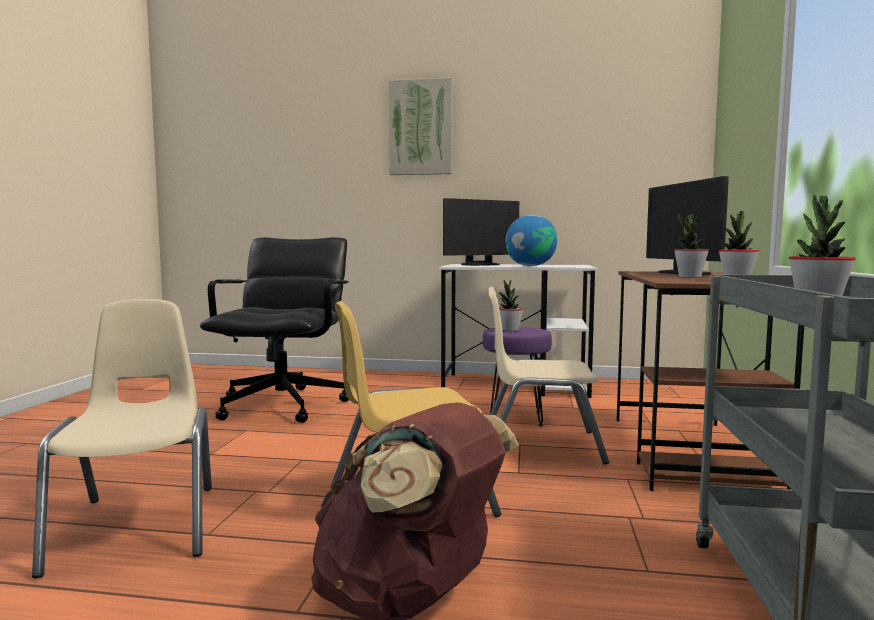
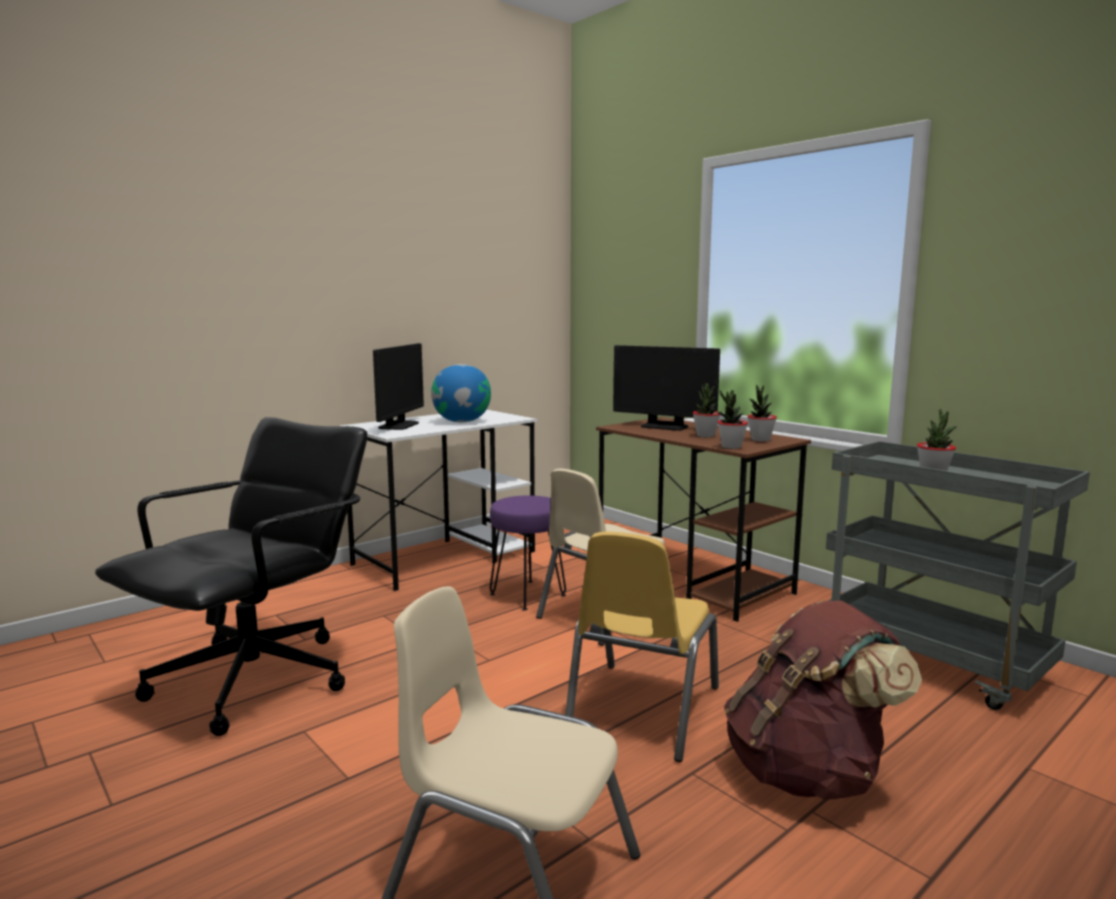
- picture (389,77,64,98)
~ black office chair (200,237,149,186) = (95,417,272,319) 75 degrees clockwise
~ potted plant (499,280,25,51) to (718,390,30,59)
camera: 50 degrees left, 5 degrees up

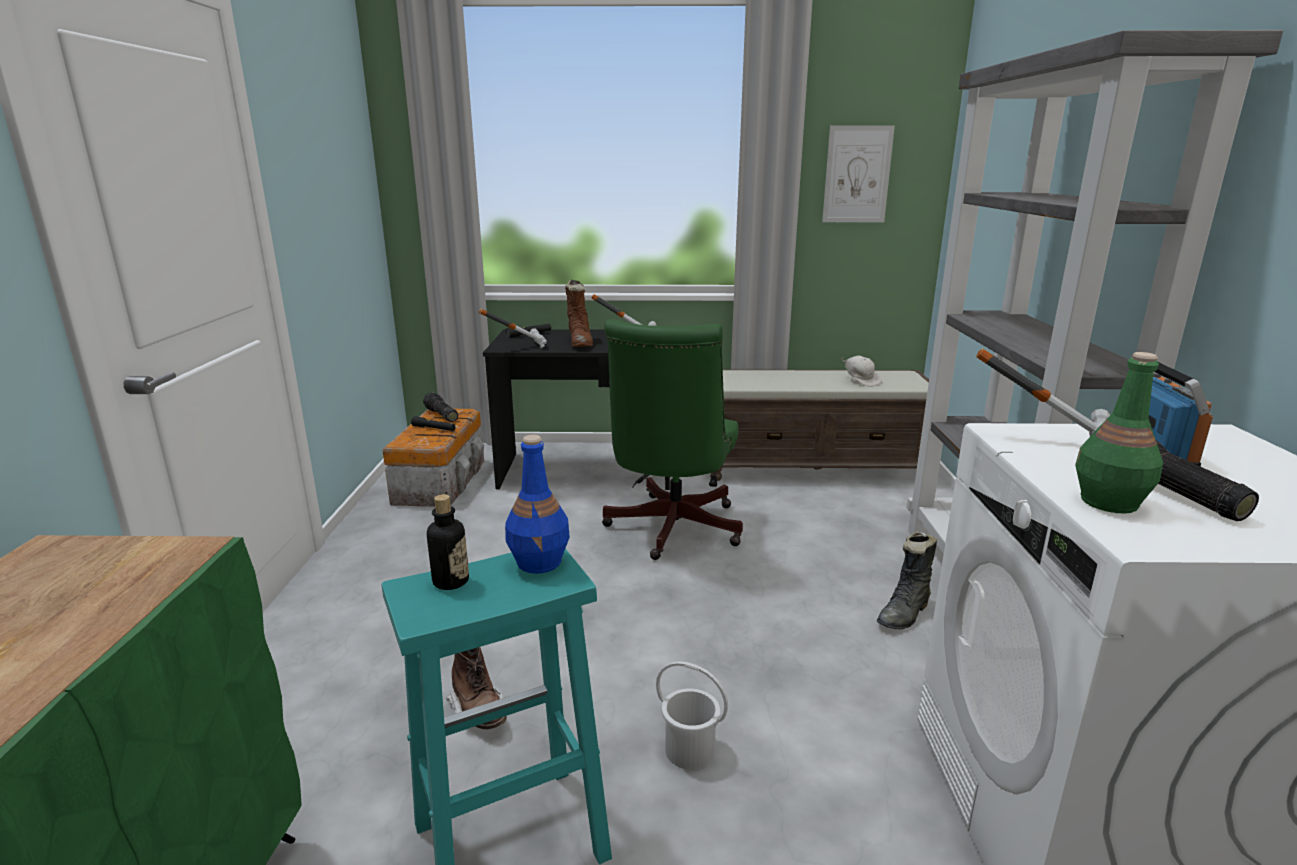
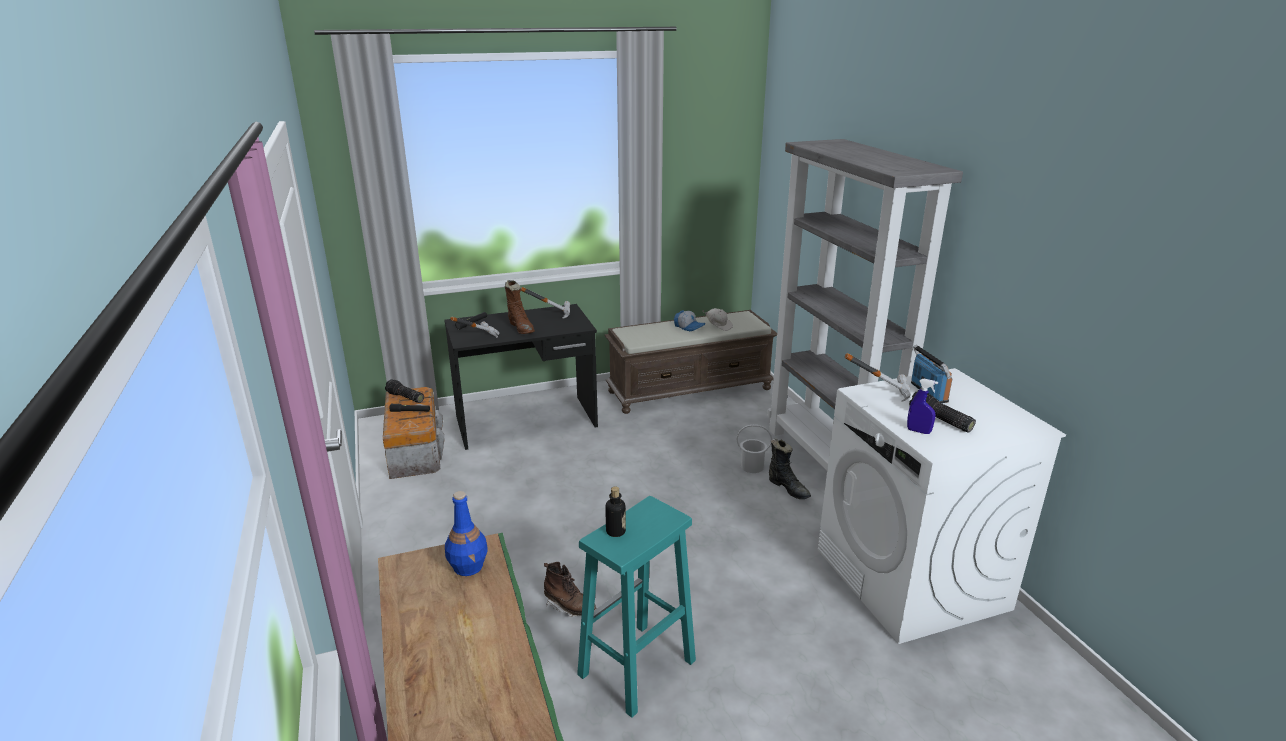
- picture (822,126,73,96)
- green office chair (602,319,141,241)
~ green bottle (1075,352,88,162) to blue spray bottle (907,379,31,55)
~ blue bottle (505,435,65,139) to (445,491,42,85)
~ black boot (877,531,60,98) = (769,439,42,60) 60 degrees counterclockwise
~ white bucket (656,661,72,109) to (736,425,36,48)
+ cap (674,310,31,21)
camera: 20 degrees left, 5 degrees up

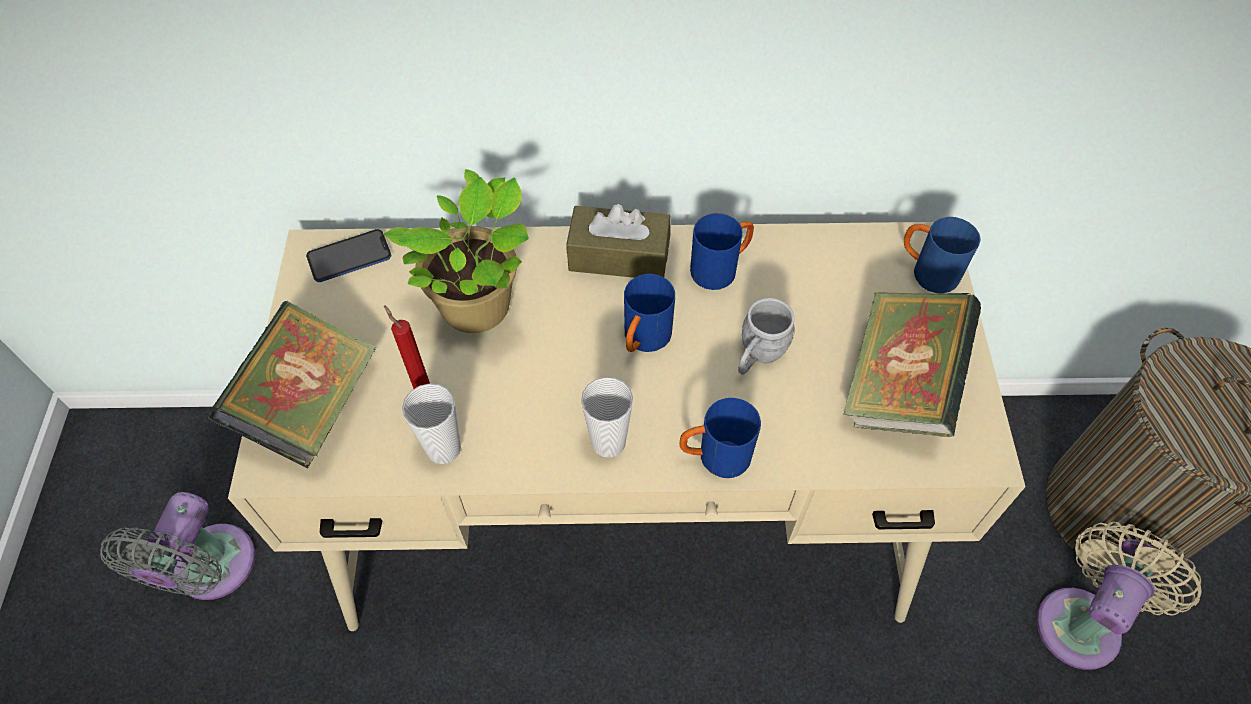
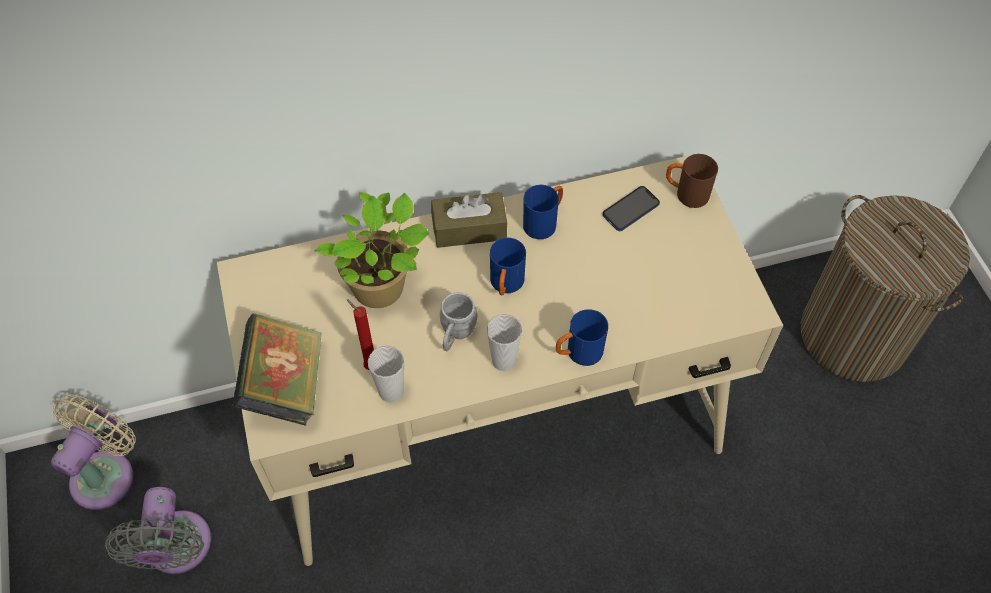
~ blue mug (904,217,77,76) to brown mug (666,154,52,54)
~ phone (306,229,85,53) to (602,186,58,45)
- book (843,293,138,144)
~ grey mug (738,298,57,77) to (440,292,37,60)
~ beige fan (1036,522,166,148) to (51,395,85,115)
camera: 15 degrees left, 0 degrees up

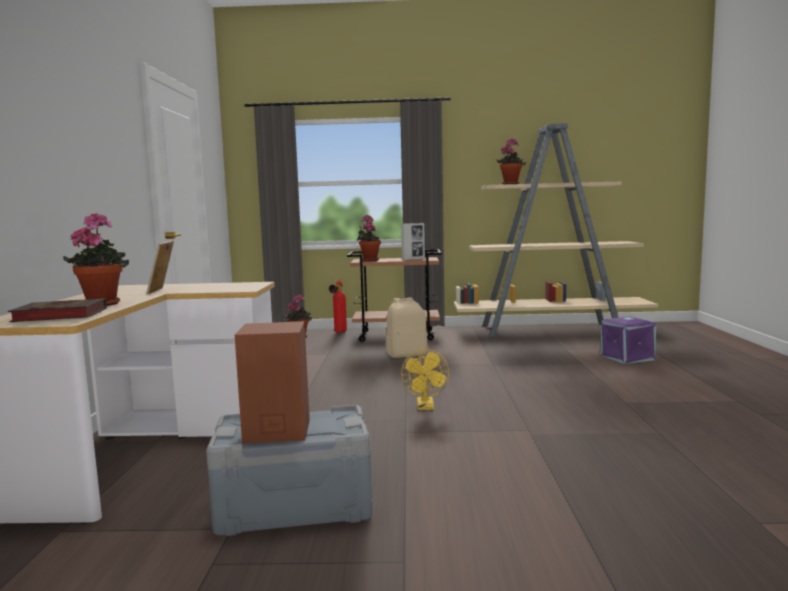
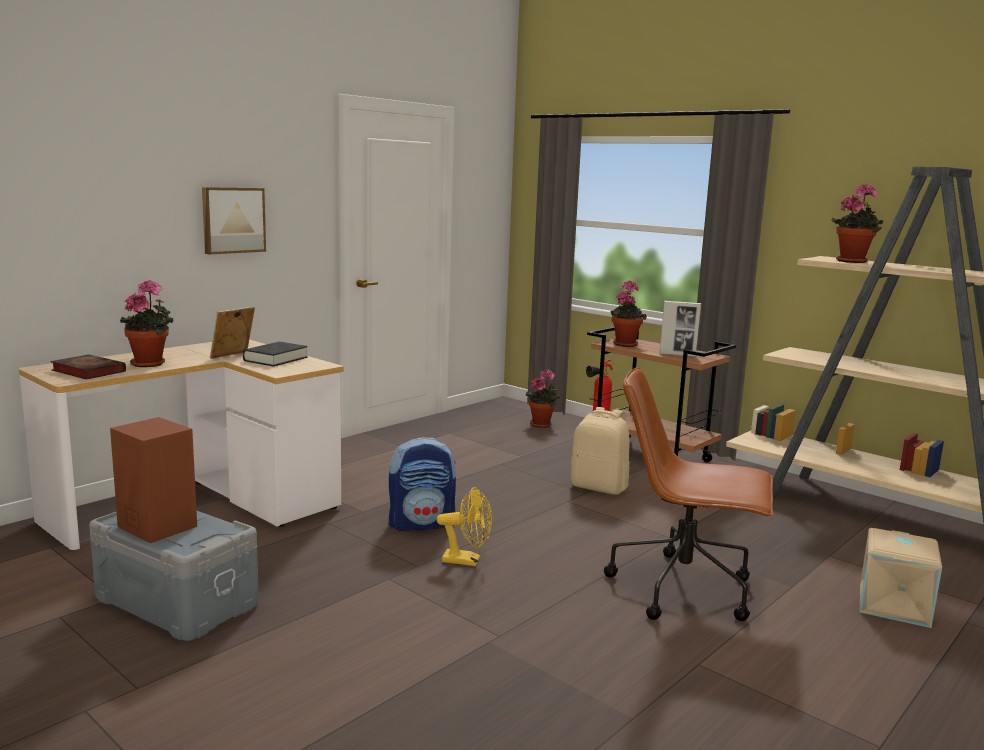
~ purple storage box (601,317,55,47) to beige storage box (859,528,83,100)
~ yellow fan (401,349,48,61) = (437,487,55,79) 120 degrees counterclockwise
+ picture (202,187,64,68)
+ black book (243,341,65,26)
+ brown office chair (604,367,169,254)
+ backpack (389,437,67,94)
camera: 40 degrees right, 5 degrees up

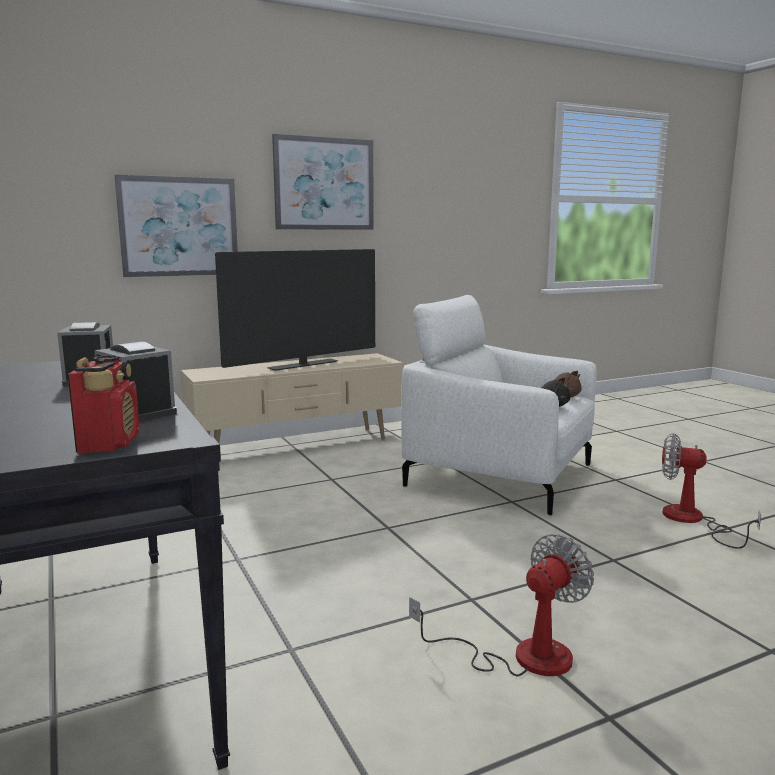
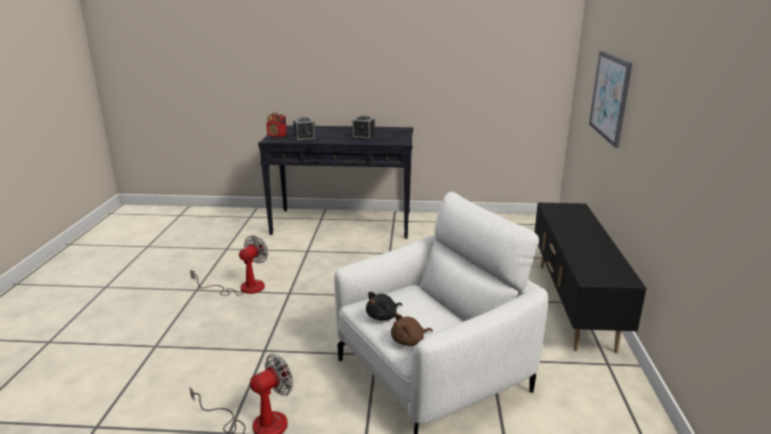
- picture (272,134,102,96)
- television (215,249,160,122)
~ beige tv stand (181,353,222,90) to black tv stand (535,203,111,150)
~ fan (409,534,185,142) = (190,235,78,61) 135 degrees counterclockwise
camera: 120 degrees right, 10 degrees up

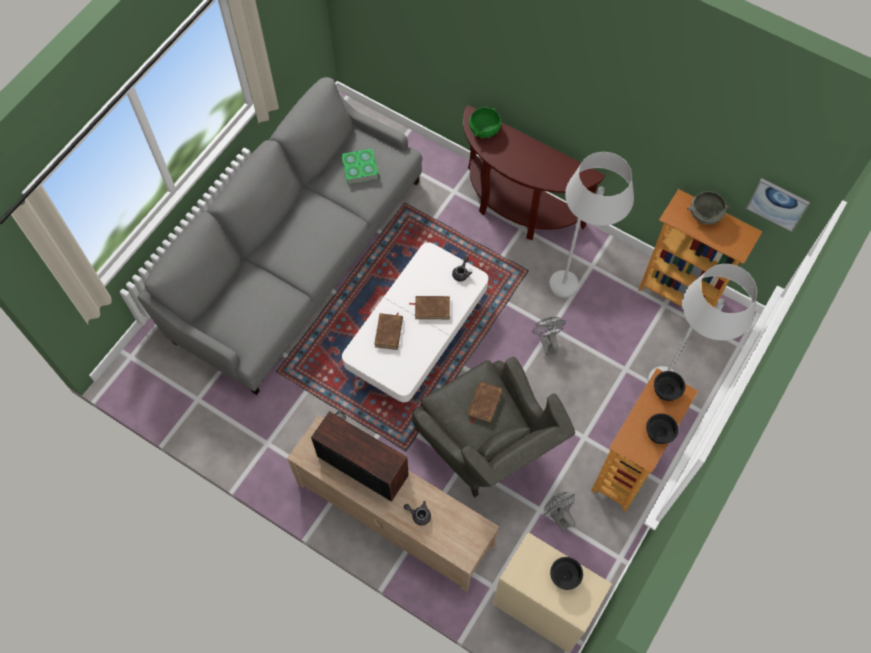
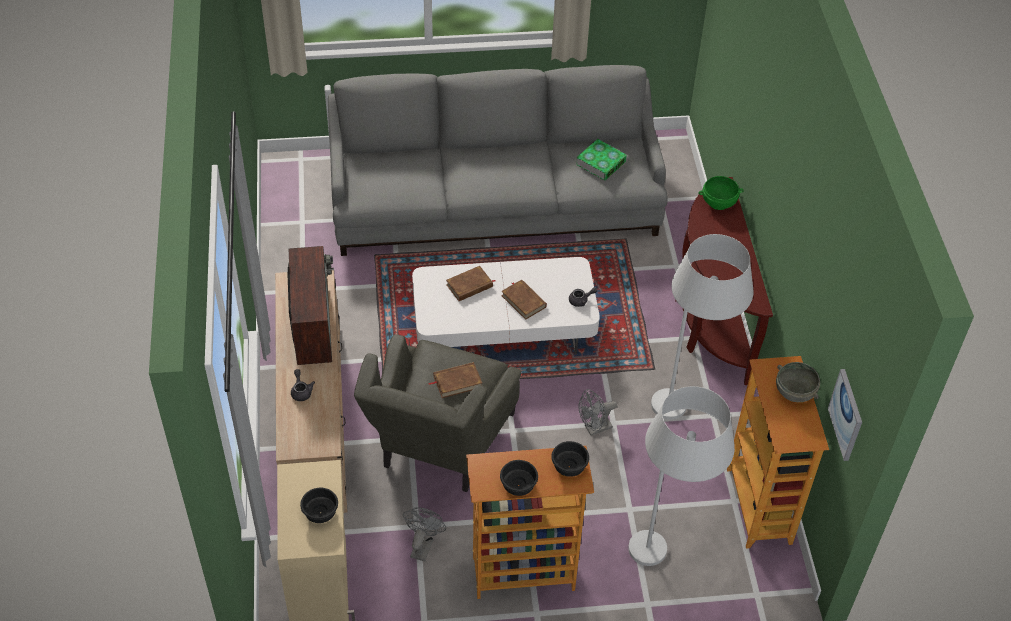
~ grey fan (532,317,34,39) = (579,389,38,47) 150 degrees counterclockwise
camera: 50 degrees right, 15 degrees down

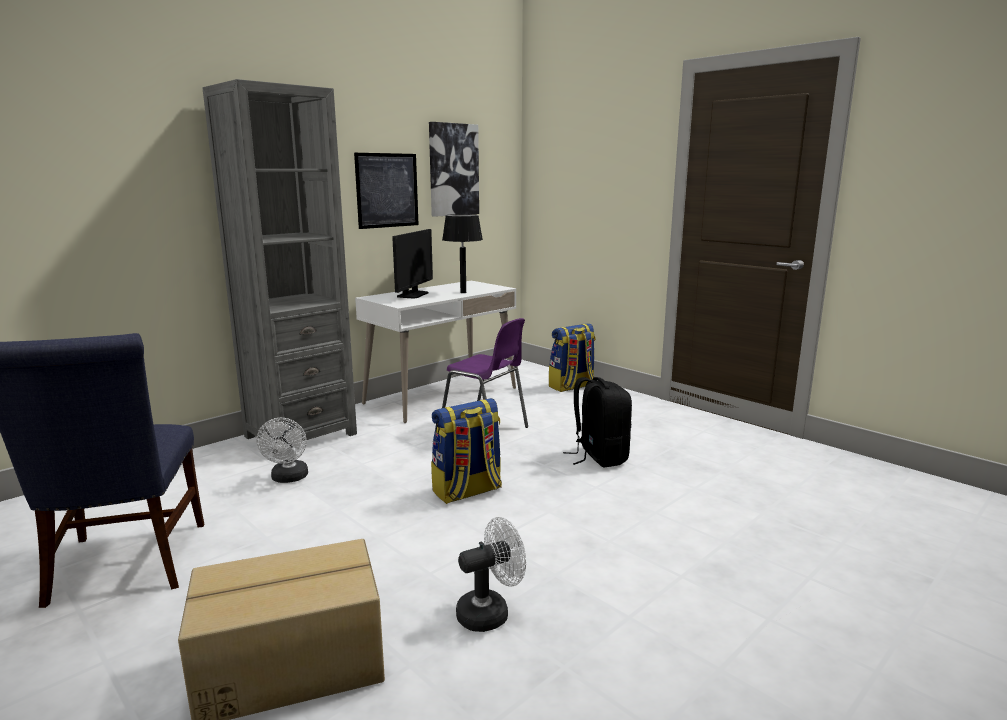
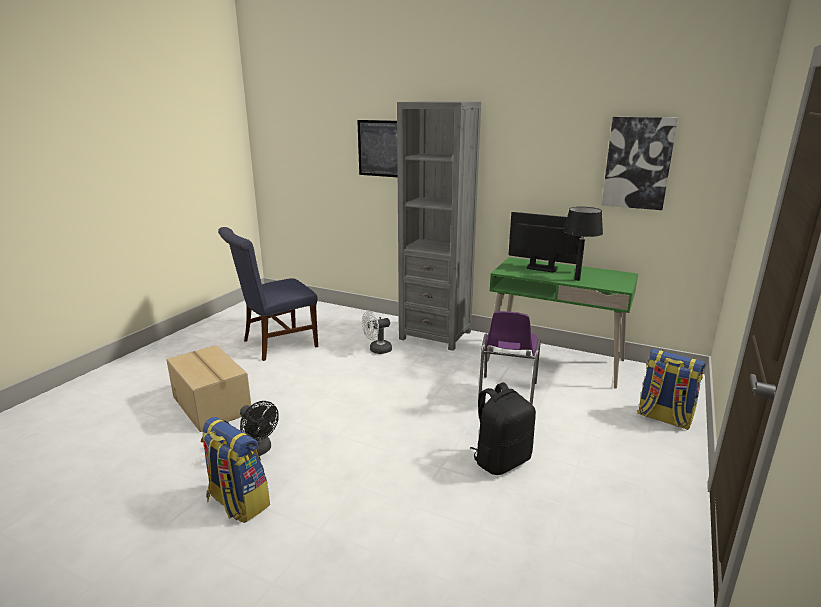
~ picture (354,153,64,76) to (357,120,41,57)
~ monitor (392,229,41,69) = (508,212,76,60) 150 degrees counterclockwise
~ white desk (355,281,161,142) to green desk (487,257,151,132)
~ backpack (431,398,71,106) to (201,417,69,106)
~ white fan (456,517,70,115) to black fan (240,401,39,55)
camera: 70 degrees right, 5 degrees up

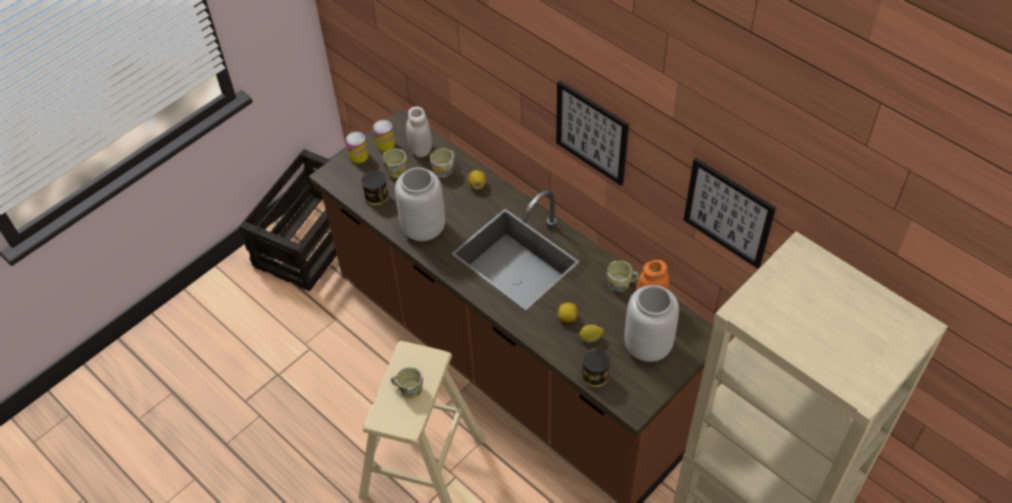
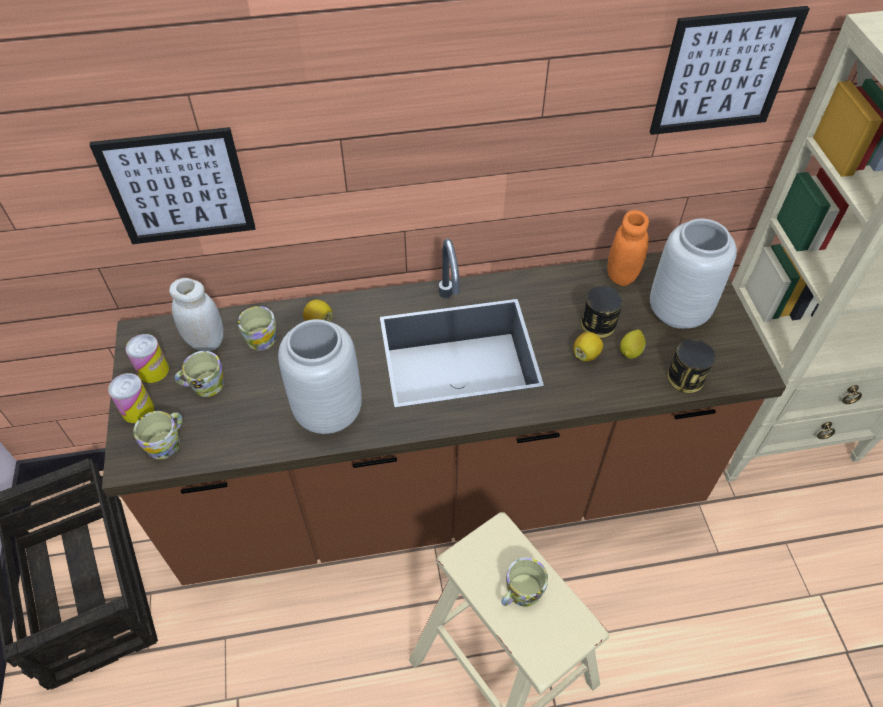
~ picture (556,80,73,106) to (90,127,165,117)
~ can (362,170,27,36) to (581,286,42,52)
~ mug (607,260,32,32) to (133,411,49,48)
camera: 55 degrees left, 0 degrees up

